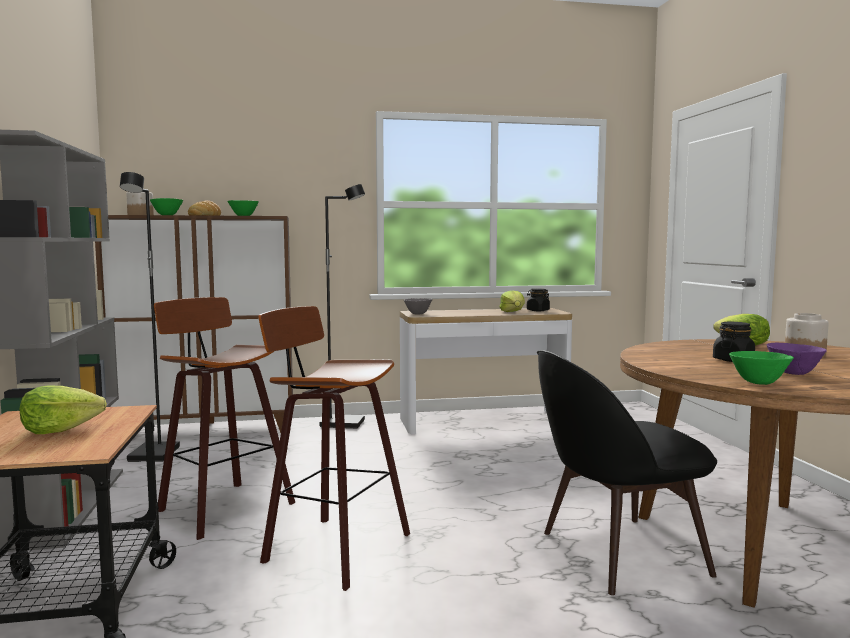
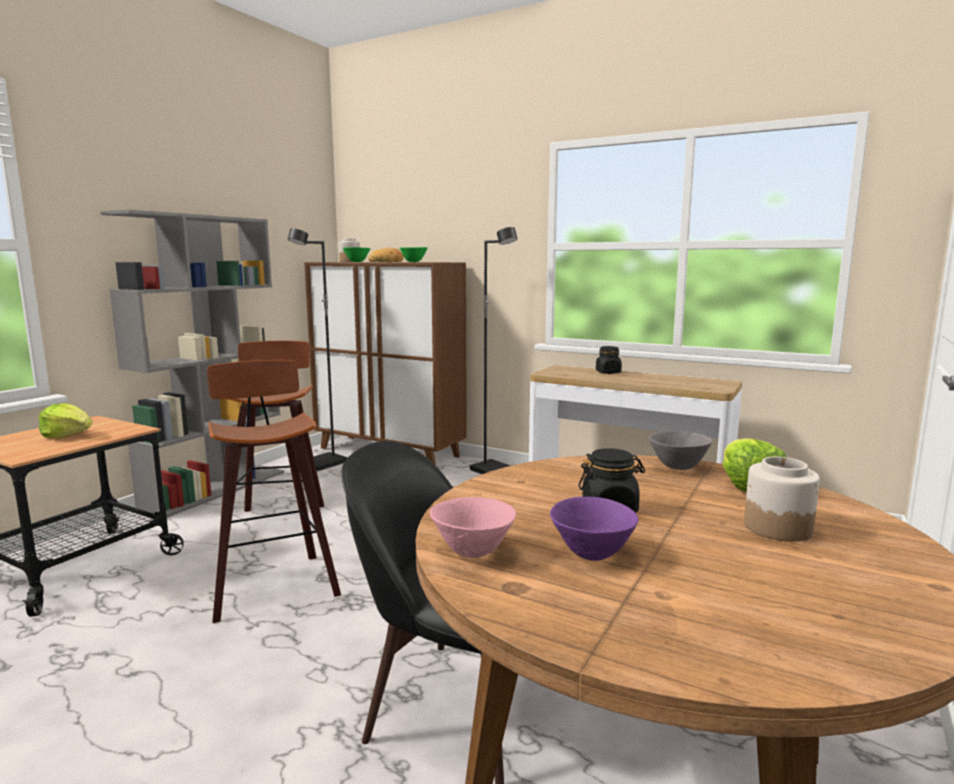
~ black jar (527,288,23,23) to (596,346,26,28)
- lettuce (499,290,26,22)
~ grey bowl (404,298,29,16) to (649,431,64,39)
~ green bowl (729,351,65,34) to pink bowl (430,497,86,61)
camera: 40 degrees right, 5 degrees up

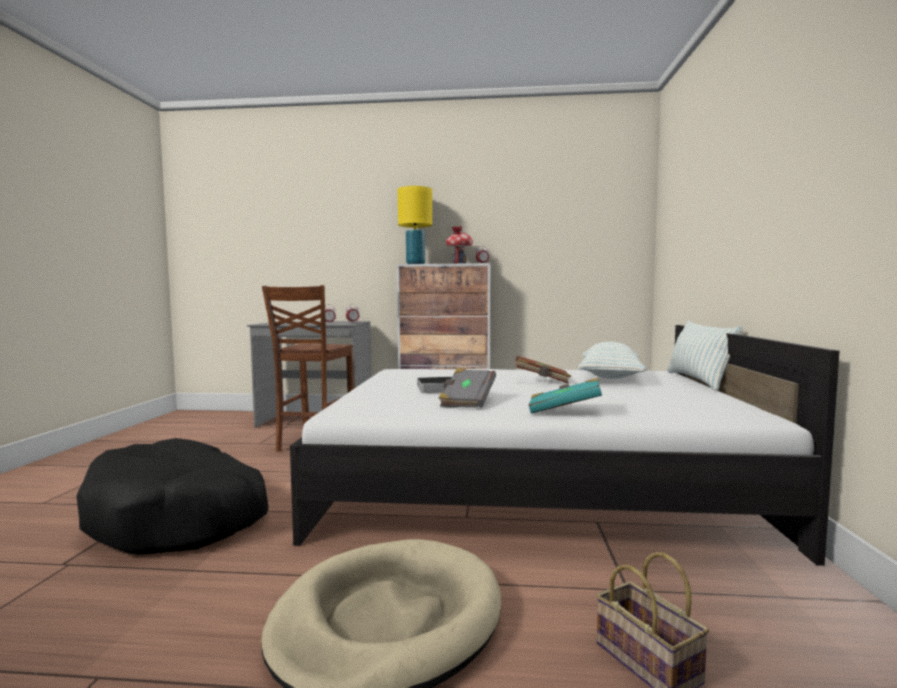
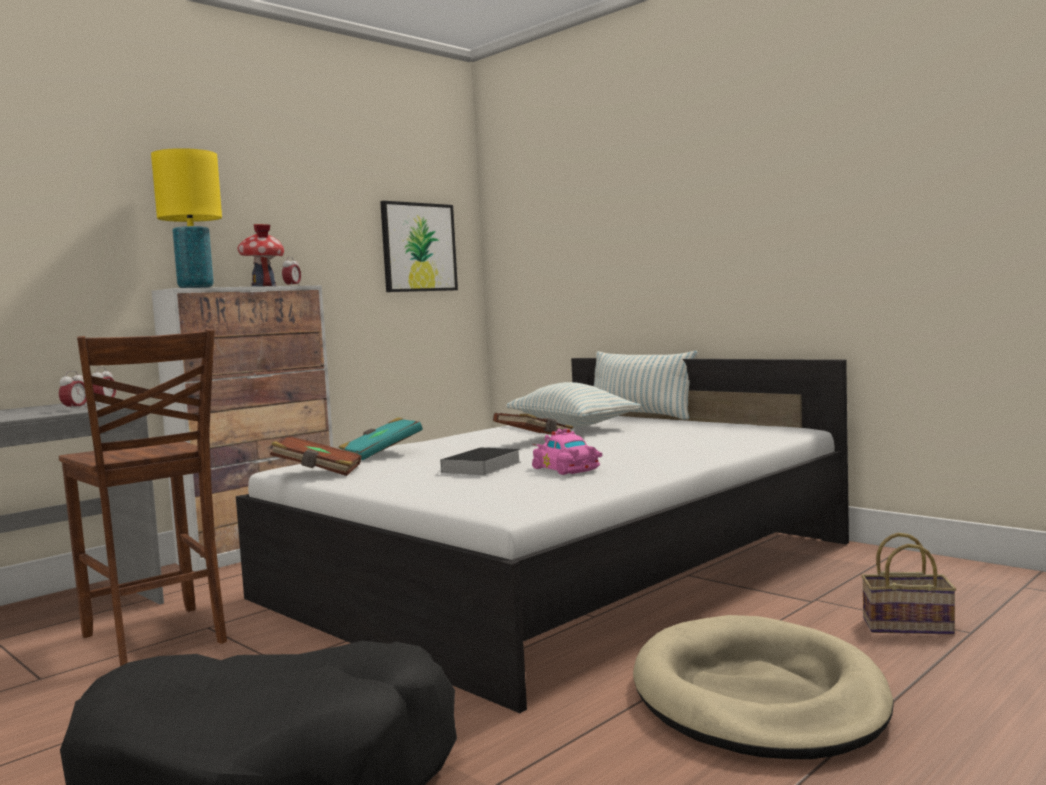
~ grey book (439,368,57,40) to pink toy car (532,429,70,46)
~ turquoise book (529,378,73,36) to (338,417,85,43)
+ picture (380,201,78,91)
+ brown book (270,436,92,40)
camera: 50 degrees left, 0 degrees up

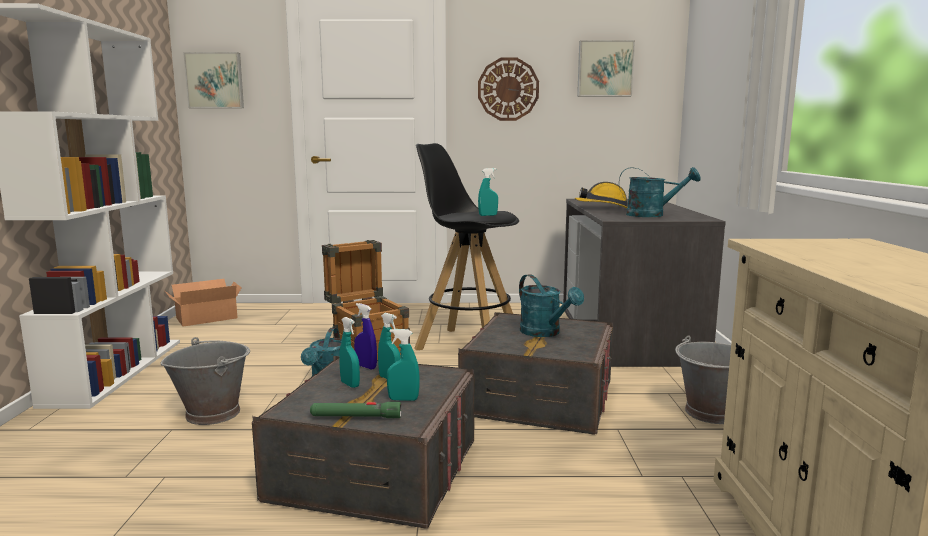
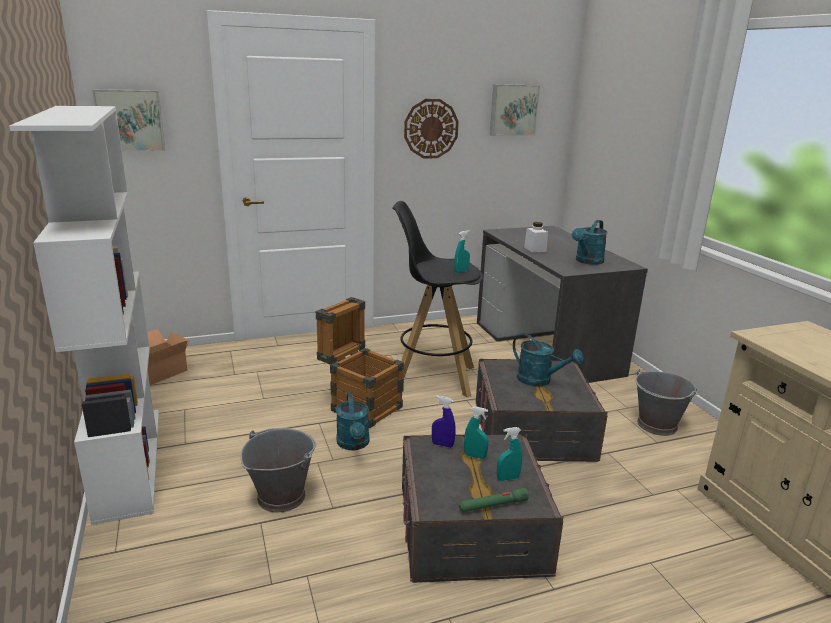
~ turquoise watering can (619,167,82,50) = (572,220,35,45) 135 degrees clockwise
~ hard hat (575,182,53,26) to white jar (524,222,24,31)
- turquoise spray bottle (339,317,21,71)
camera: 20 degrees left, 10 degrees up

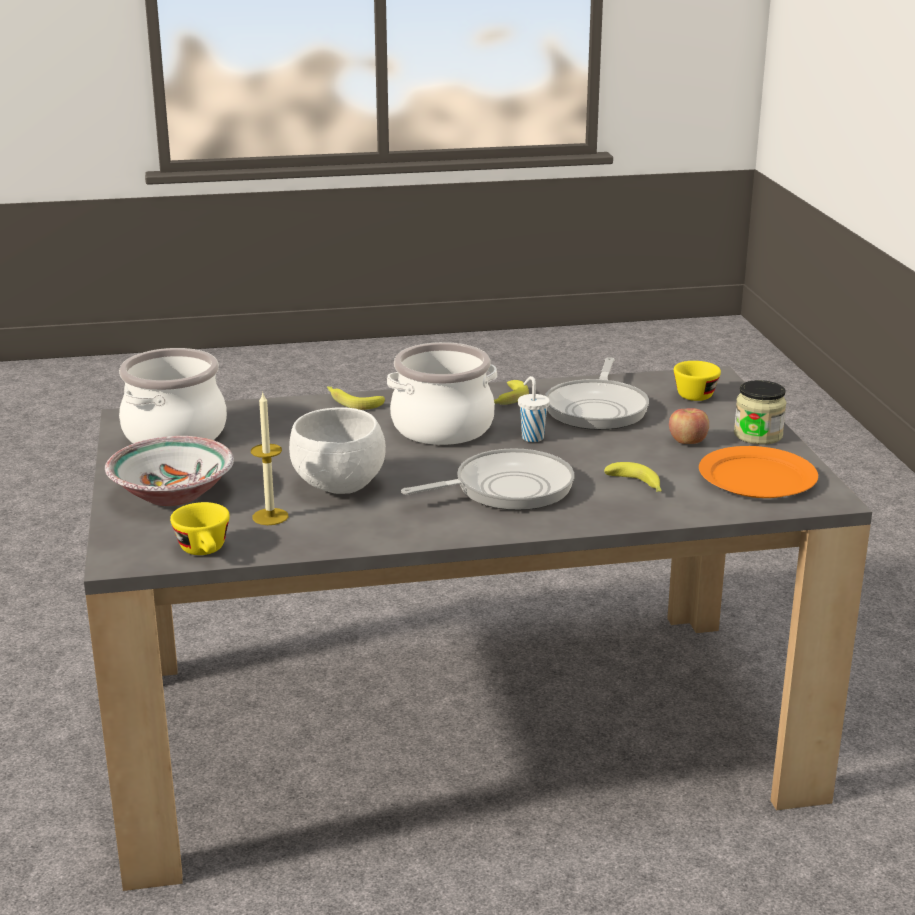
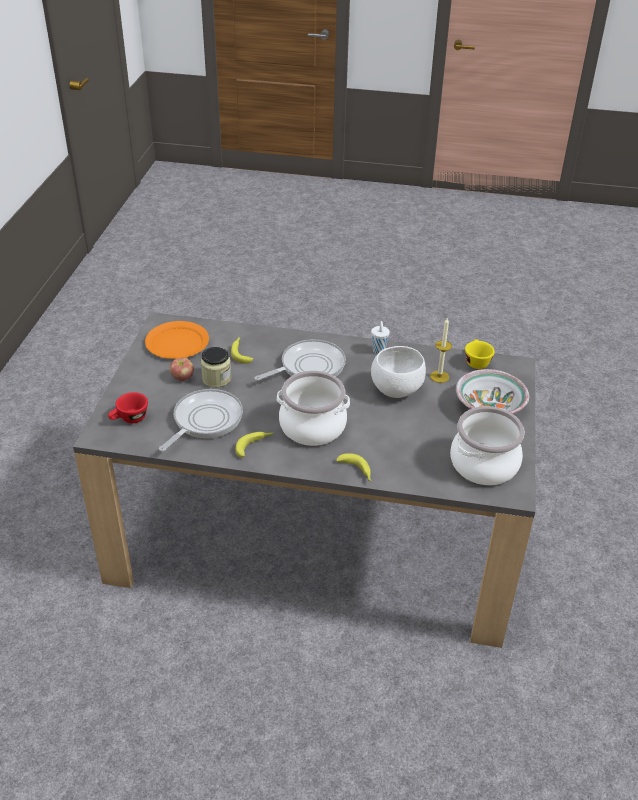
~ yellow cup (674,361,47,40) to red cup (108,392,40,31)
~ white cup (518,376,32,66) to (371,321,19,33)
~ jar (734,380,53,65) to (201,347,31,41)
~ frying pan (401,448,173,62) = (255,339,91,42) 150 degrees clockwise
camera: 160 degrees left, 15 degrees up

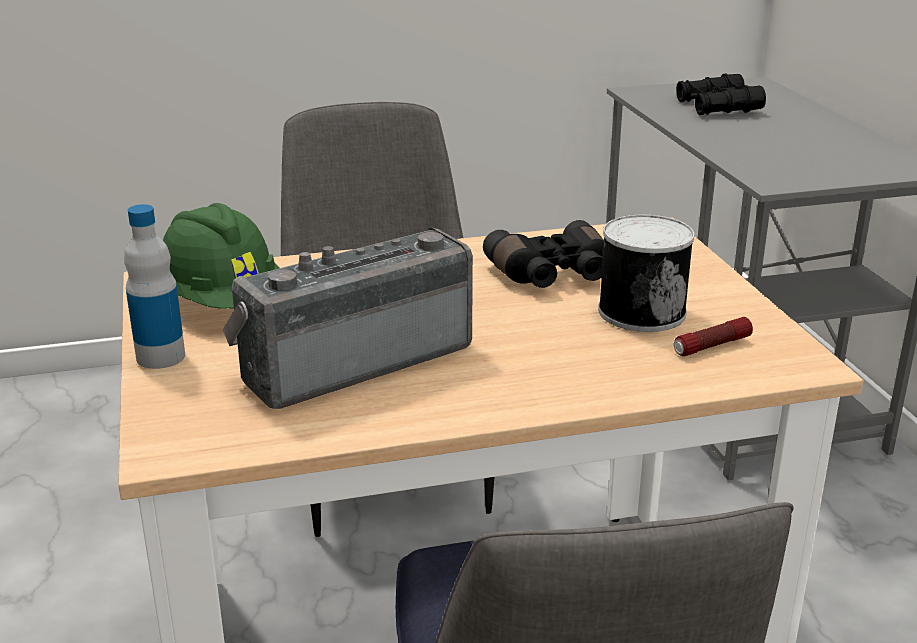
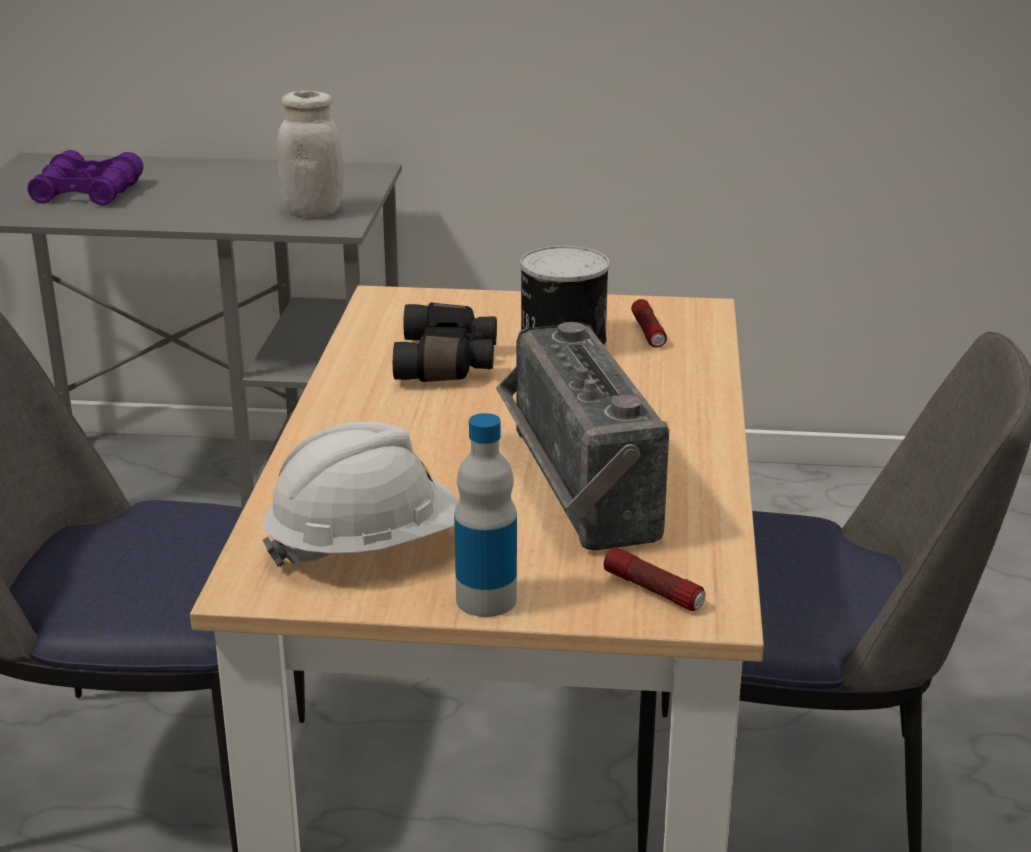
~ black binoculars (676,73,90,42) to purple binoculars (27,150,117,56)
~ green hard hat (163,203,116,106) to white hard hat (263,421,195,146)
+ white jar (277,91,67,126)
+ flashlight (604,547,101,64)
camera: 70 degrees left, 0 degrees up

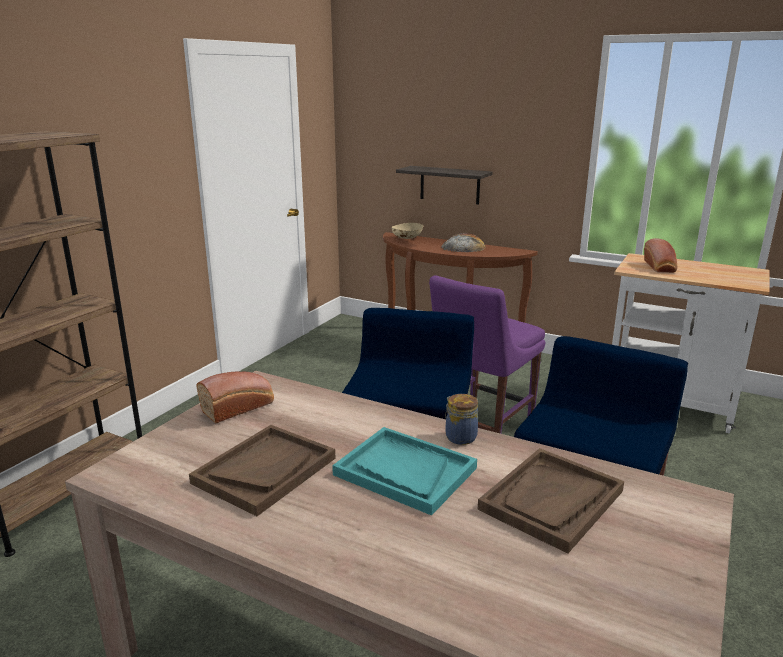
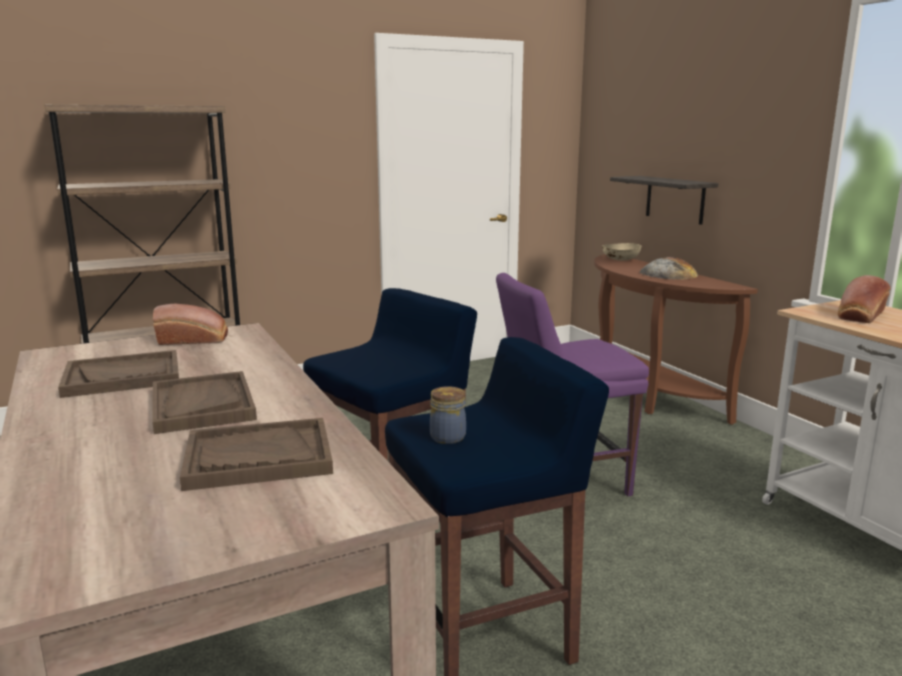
~ jar (445,394,33,51) to (430,386,36,58)
~ turquoise tray (332,427,145,88) to brown tray (152,371,105,63)
camera: 35 degrees right, 5 degrees down

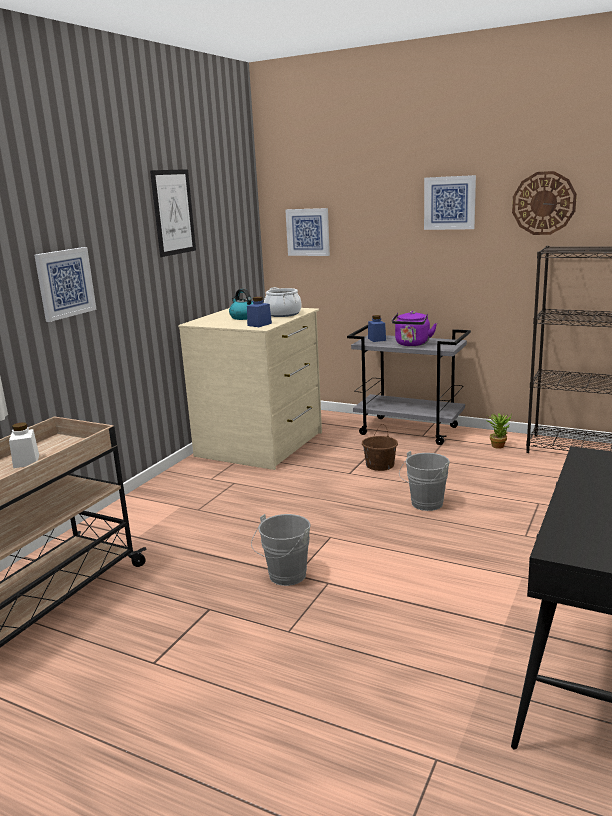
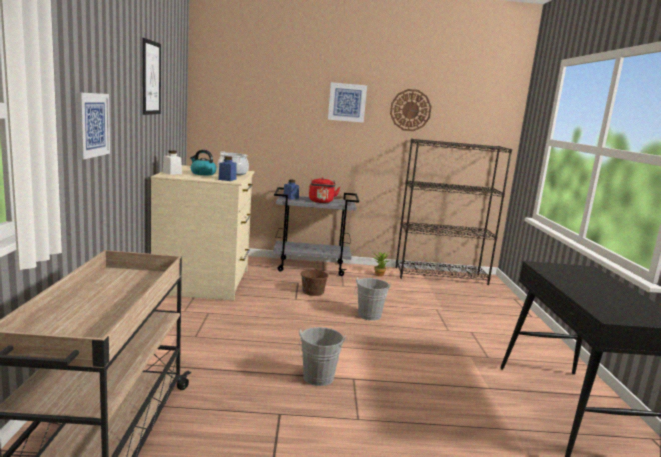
- picture (285,208,45,48)
~ purple kettle (392,311,45,35) to red kettle (309,177,31,26)
~ white jar (9,423,30,45) to (163,150,19,25)
camera: 30 degrees left, 5 degrees down

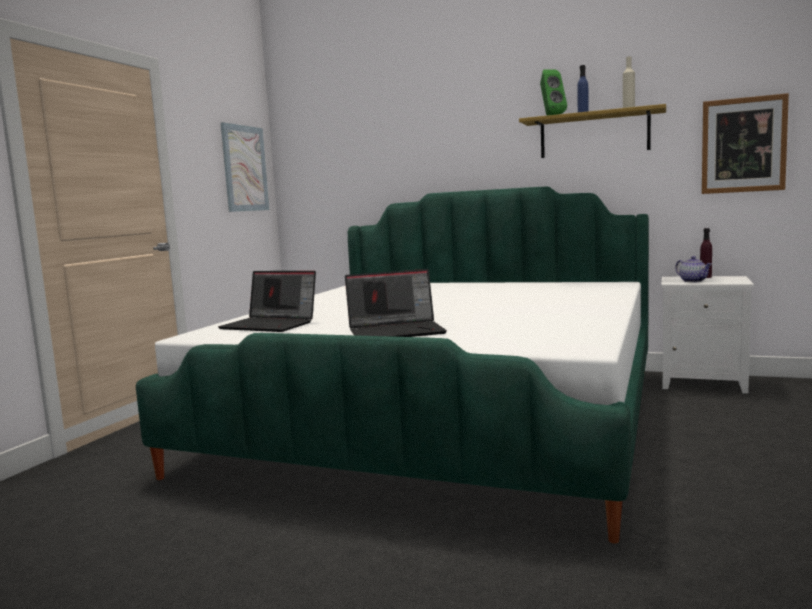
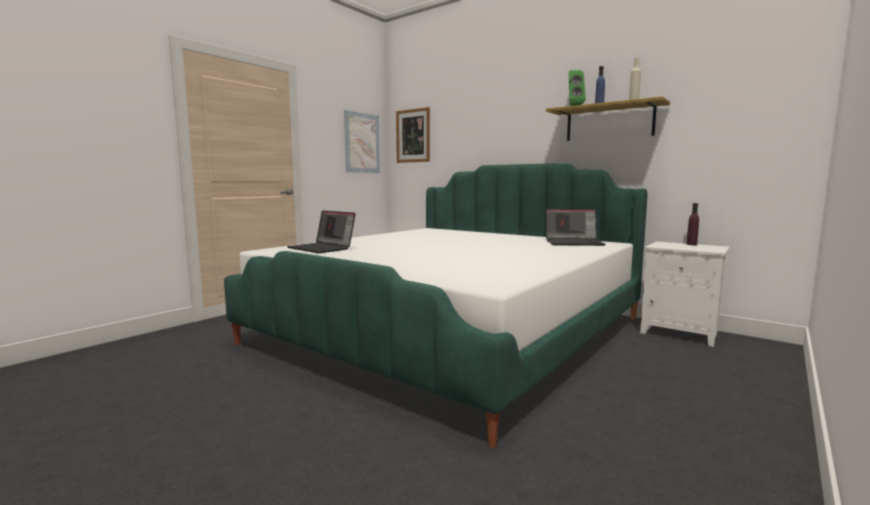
~ picture (702,93,87,101) to (396,107,34,56)
- teapot (675,256,37,27)
~ laptop (345,269,102,68) to (546,209,59,37)
camera: 15 degrees right, 0 degrees up

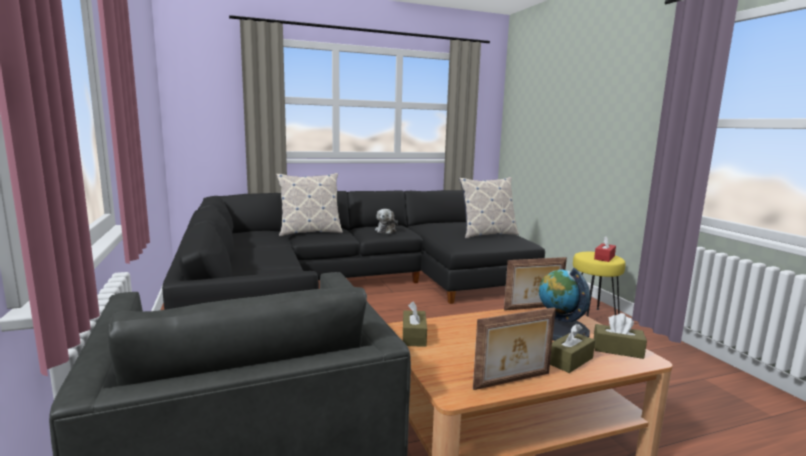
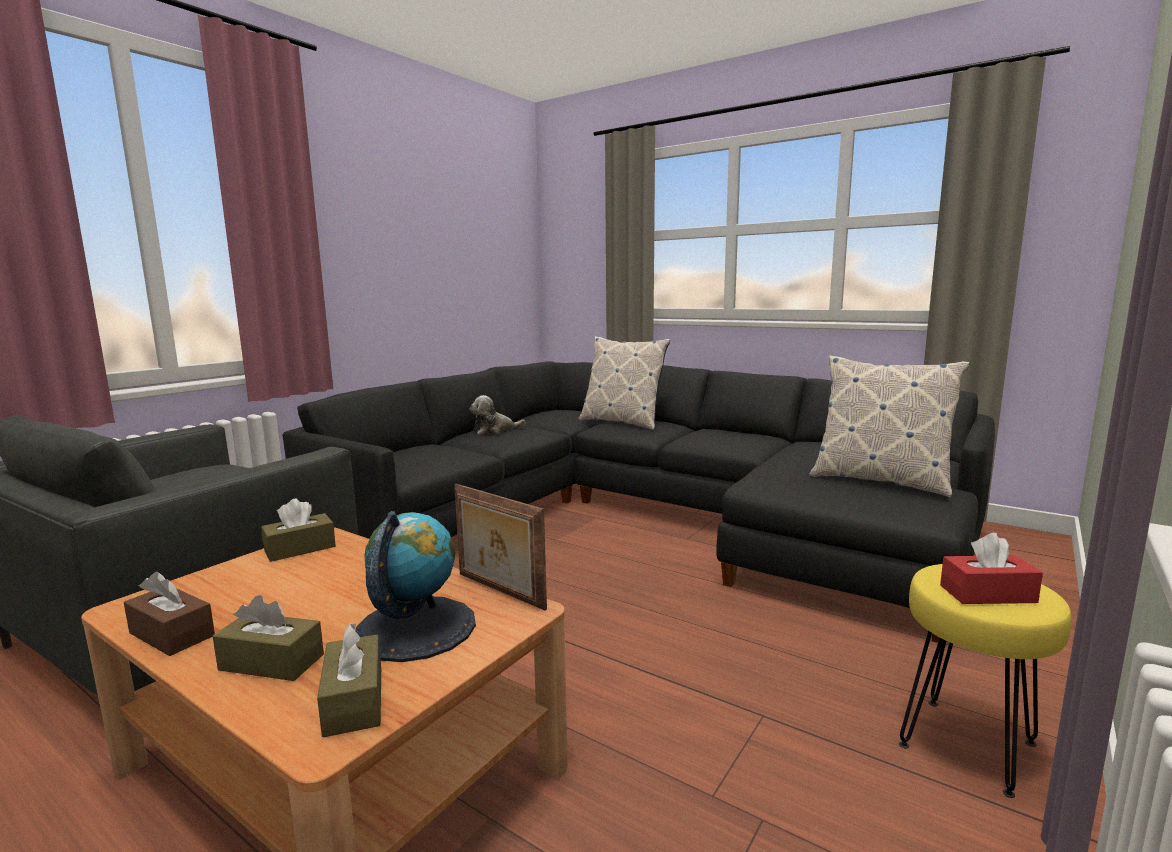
~ plush toy (375,209,23,25) to (470,395,55,40)
~ picture frame (473,307,83,83) to brown tissue box (124,572,91,84)
camera: 55 degrees right, 0 degrees up

